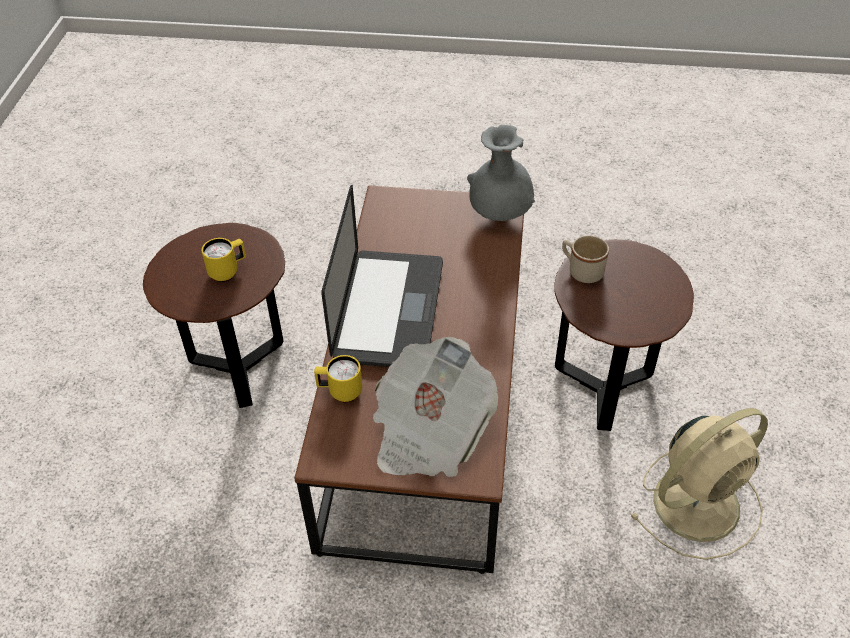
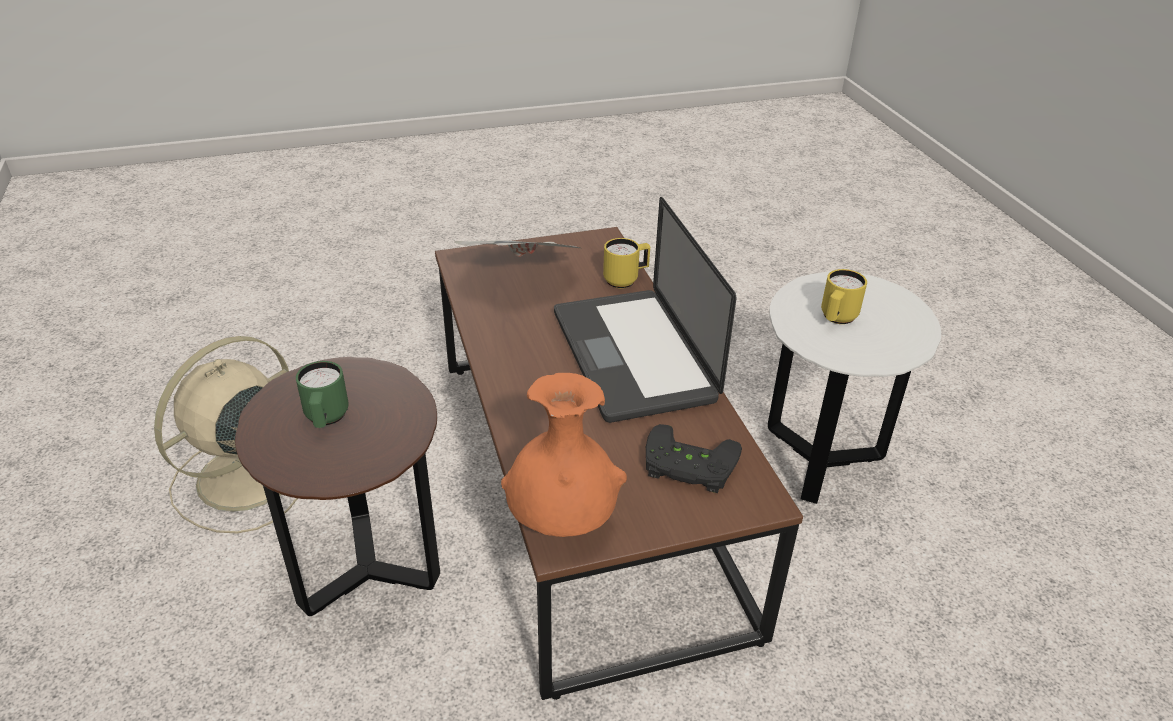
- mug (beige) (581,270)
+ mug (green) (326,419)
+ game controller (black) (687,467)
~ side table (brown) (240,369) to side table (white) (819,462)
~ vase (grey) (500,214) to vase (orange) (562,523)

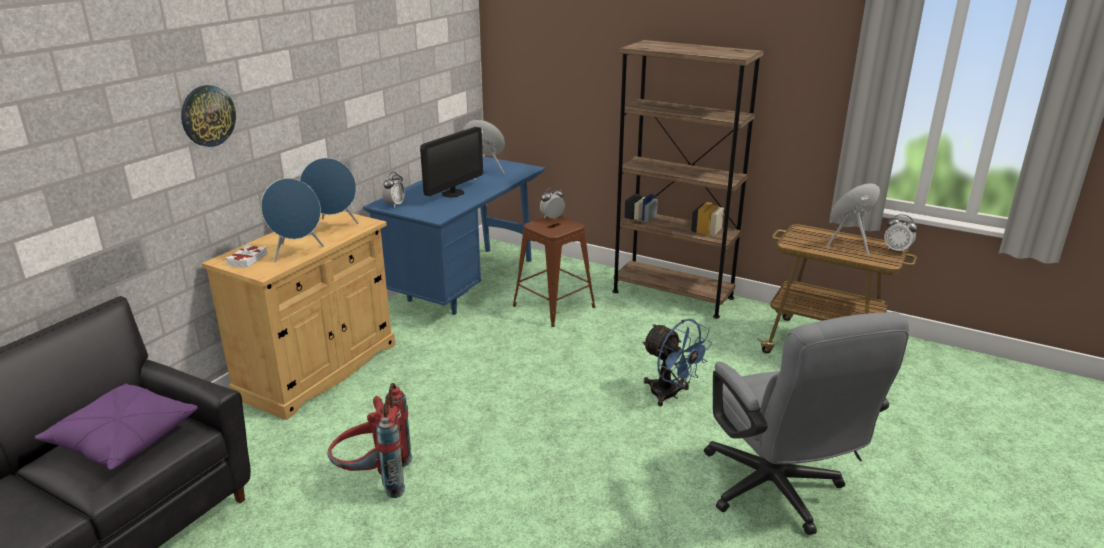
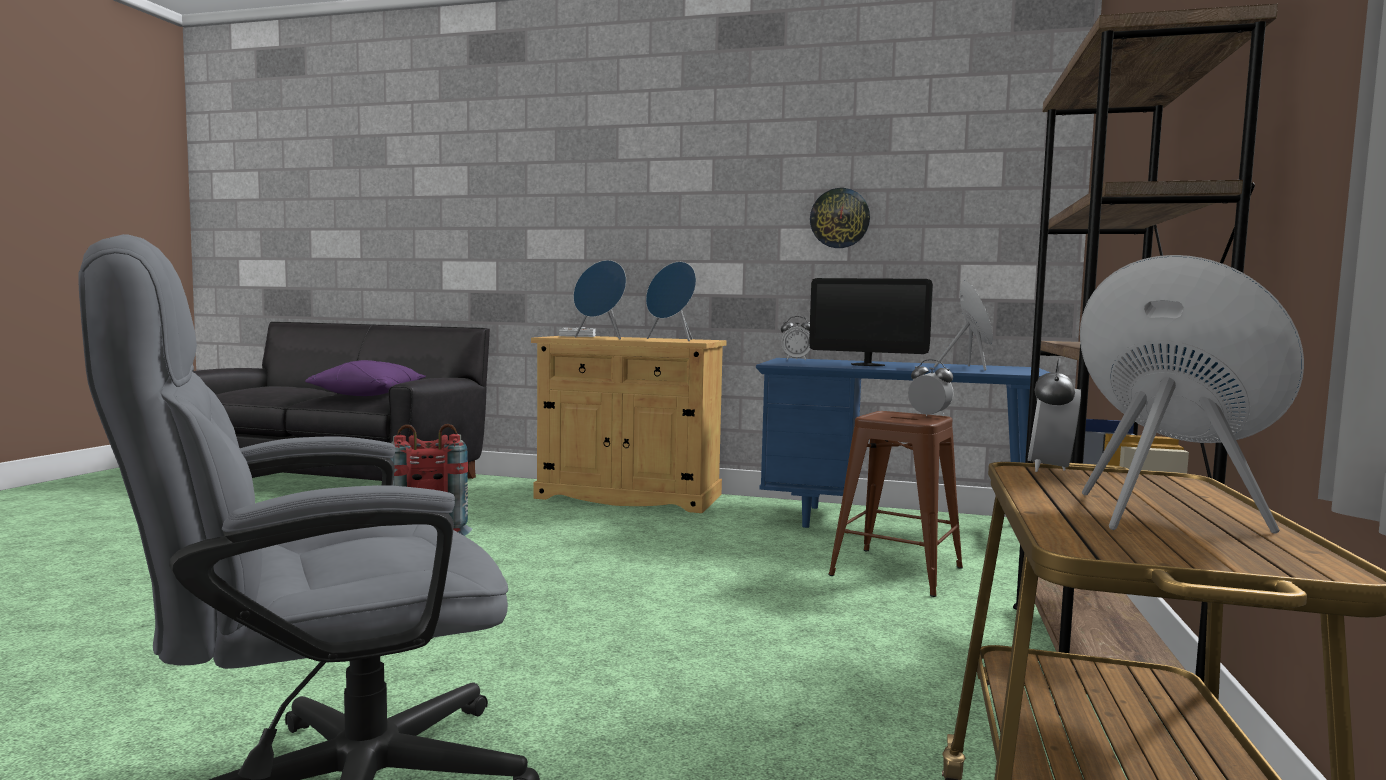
- fan (blue) (670,395)
~ wall clock (207,116) to (839,218)
~ alarm clock (897,250) to (1050,469)

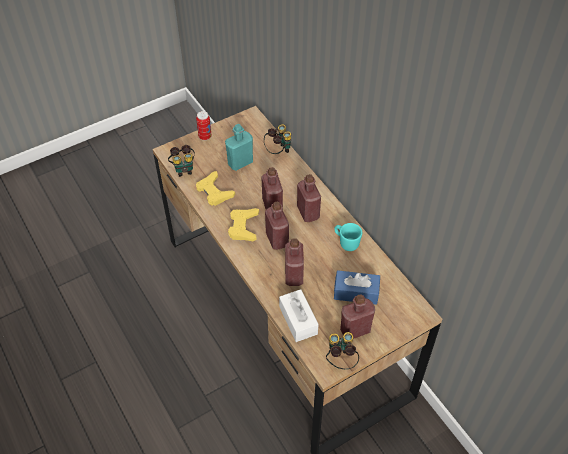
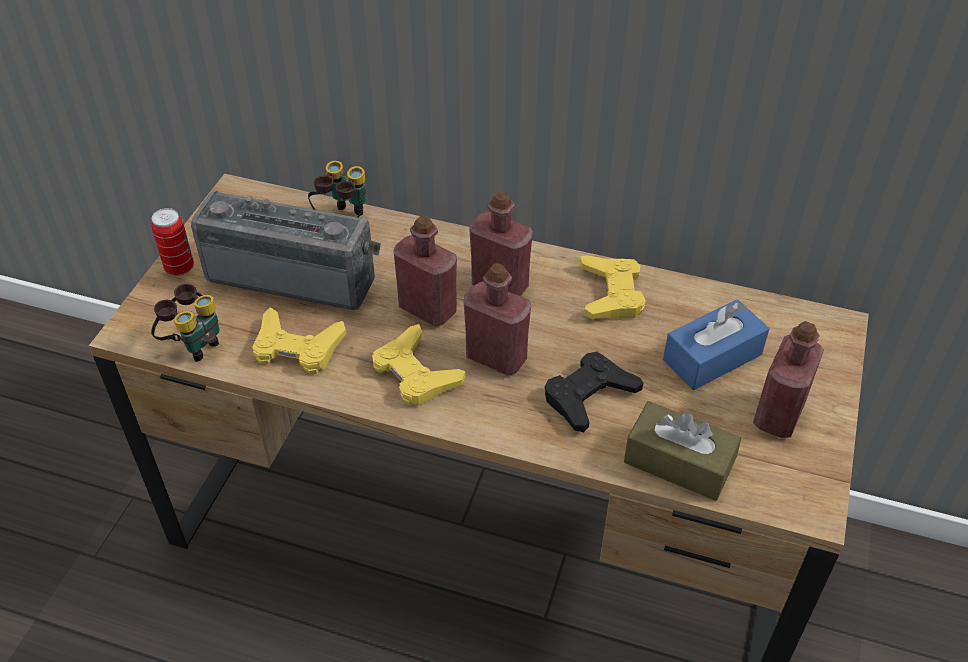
- binoculars (340,360)
~ bottle (turquoise) (240,163) to radio (294,274)
~ bottle (red) (294,275) to game controller (black) (589,396)
~ mug (turquoise) (346,243) to game controller (yellow) (611,293)
~ tissue box (white) (298,320) to tissue box (brown) (678,463)

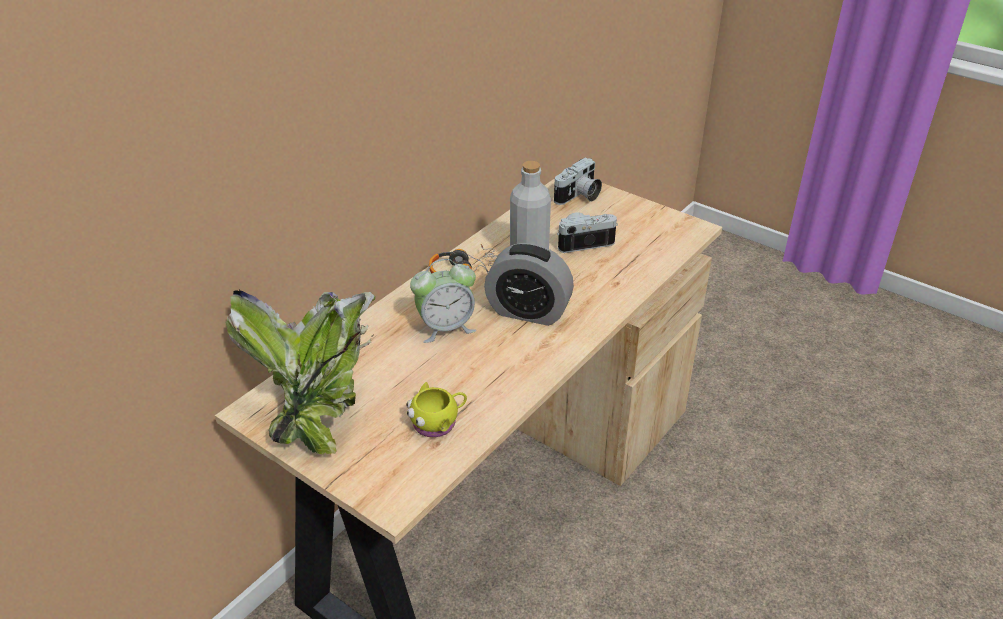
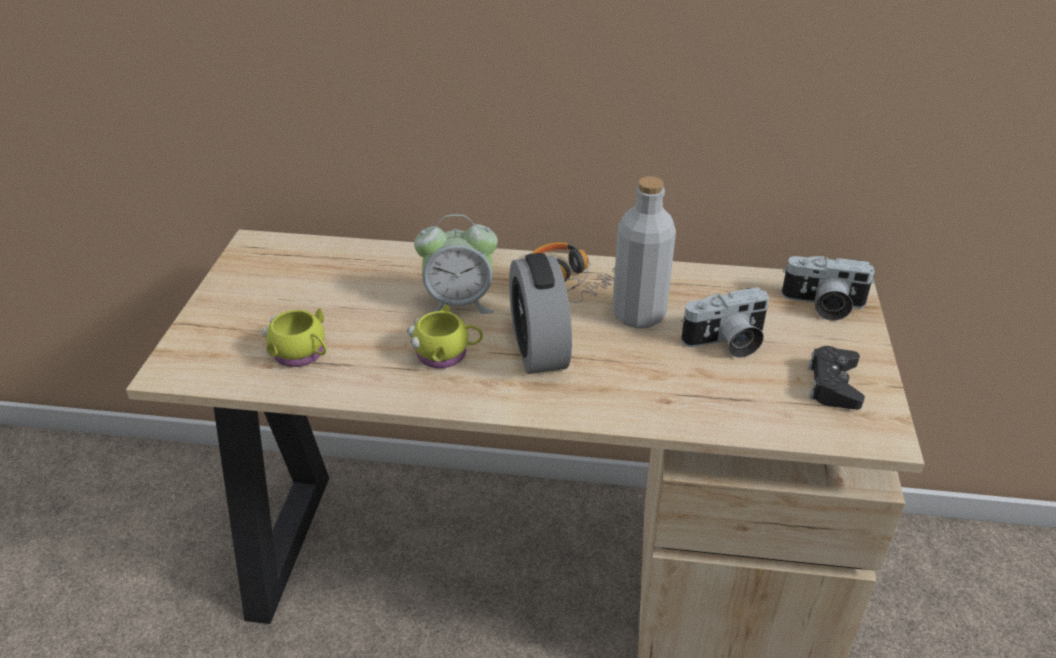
- potted plant (319,406)
+ mug (yellow) (446,354)
+ game controller (black) (833,385)
~ alarm clock (445,328) = (459,303) 45 degrees counterclockwise
~ photo camera (583,241) = (726,343) 120 degrees clockwise

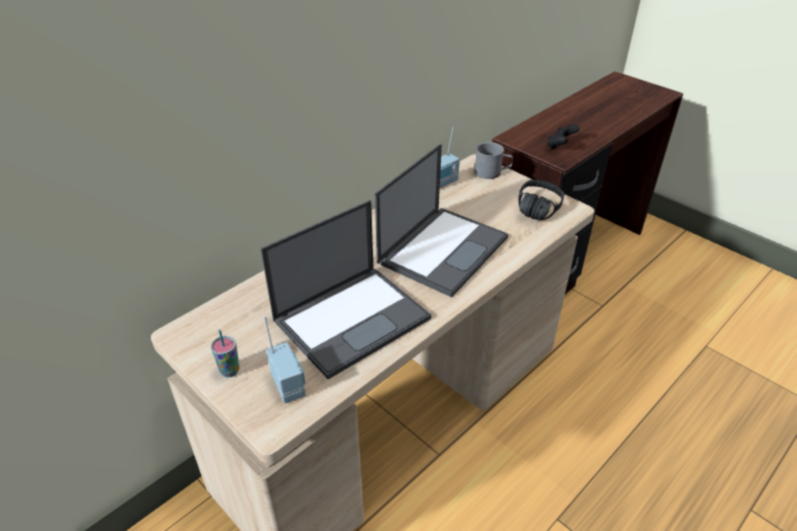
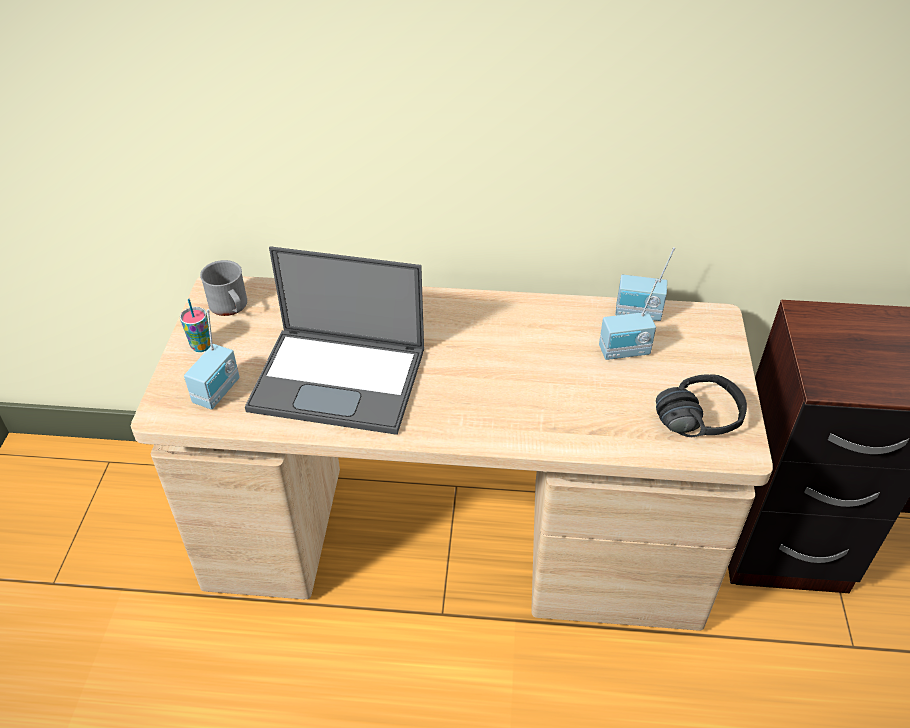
- laptop (443,249)
- game controller (black) (560,146)
+ radio (625,352)
~ mug (grey) (492,172) to (231,307)

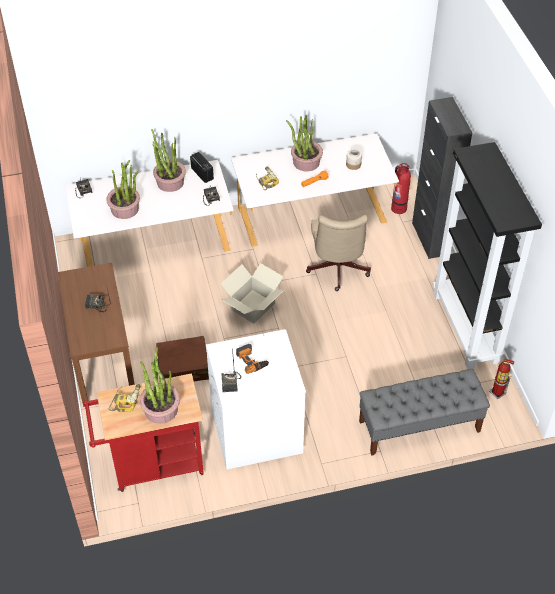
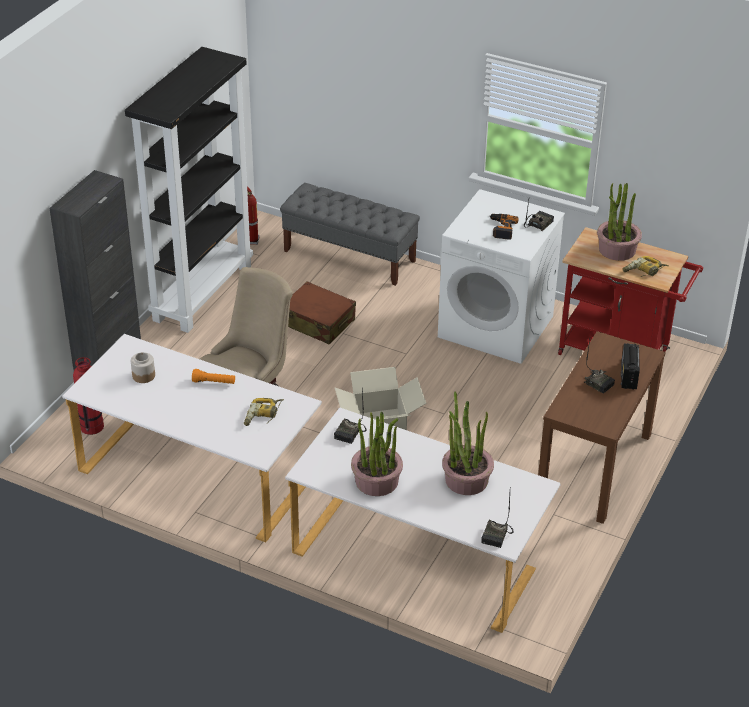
- potted plant (306,162)
~ suitcase (brown) (184,367) to (317,322)
~ radio (202,173) to (628,376)

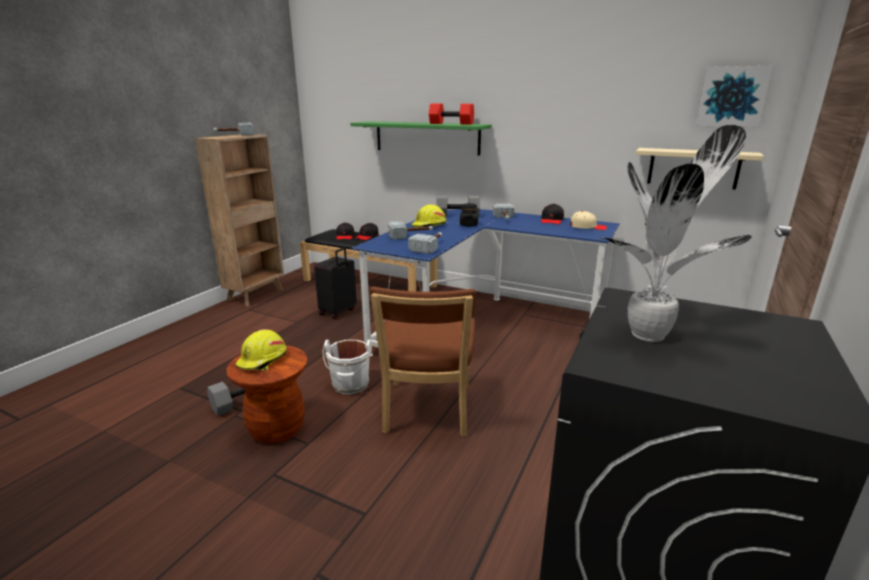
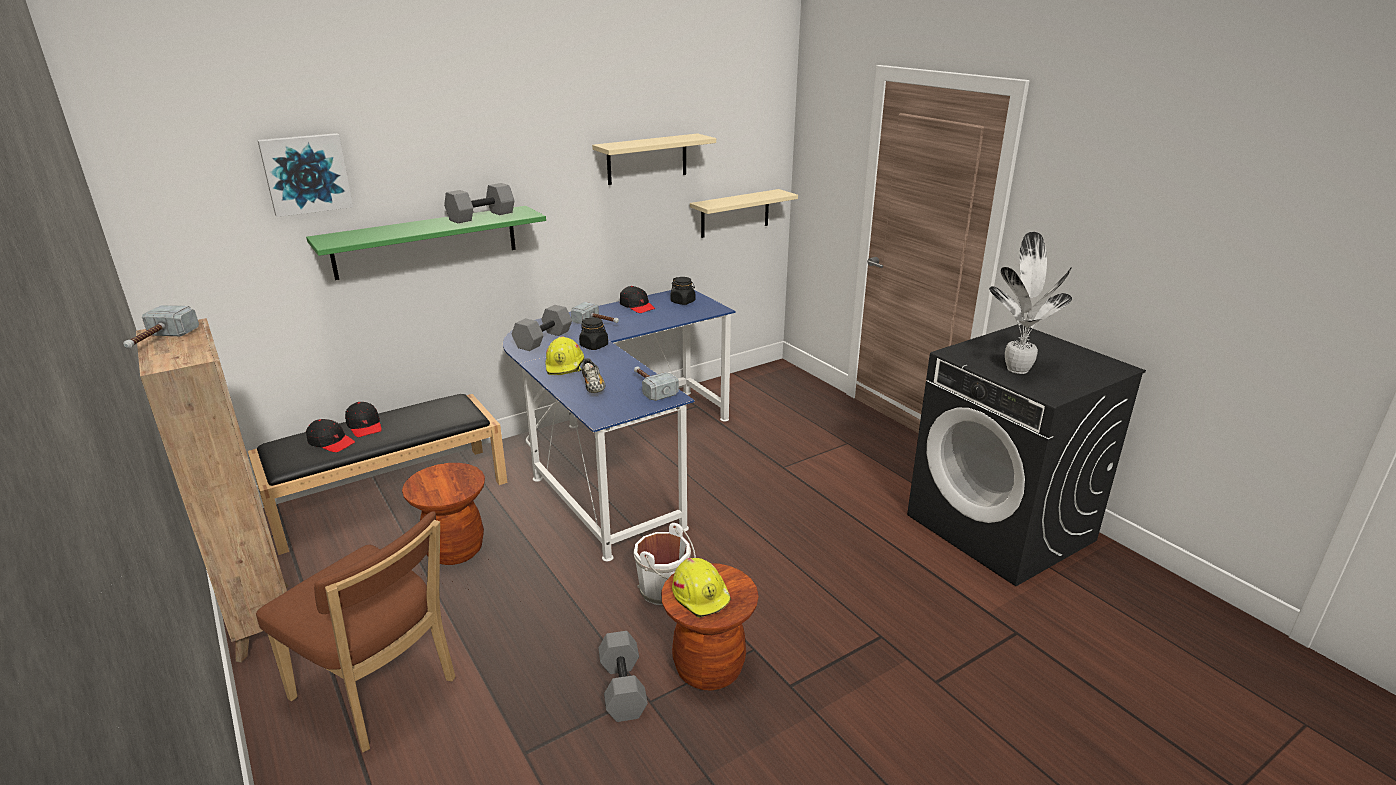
+ shelf (beige) (647,159)
~ chair (brown) (426,412) to (379,692)
~ picture (732,97) to (306,174)
~ suitcase (black) (338,312) to stool (brown) (455,550)
~ hammer (410,236) to shoe (593,386)
~ cap (beige) (587,227) to jar (black) (683,302)
~ dumbbell (red) (450,124) to dumbbell (grey) (481,217)

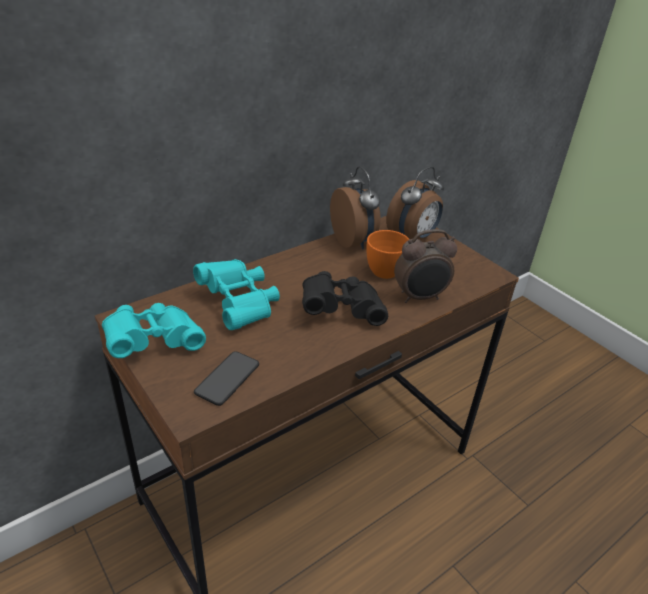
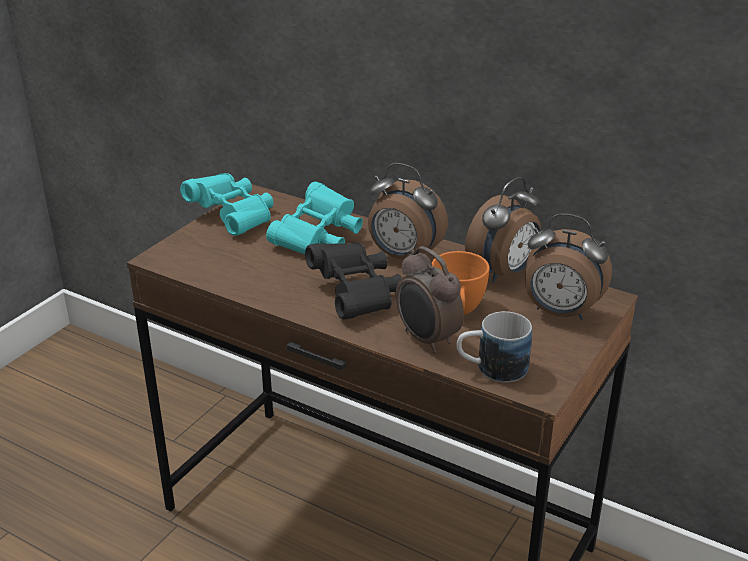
- phone (227,379)
+ alarm clock (403,256)
+ mug (491,369)

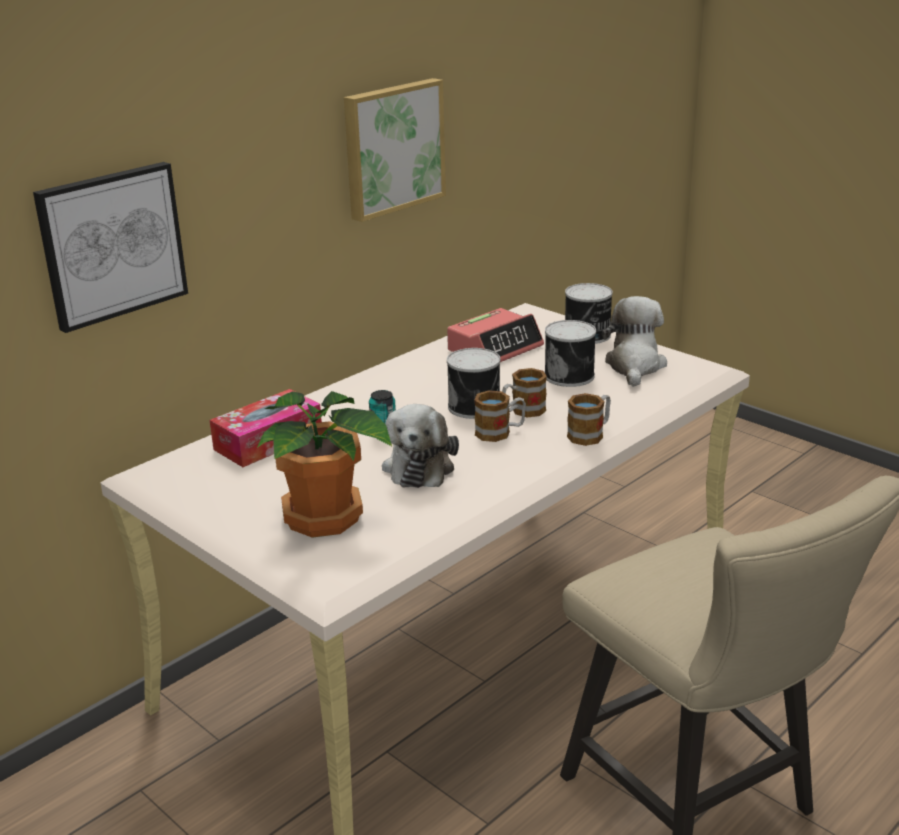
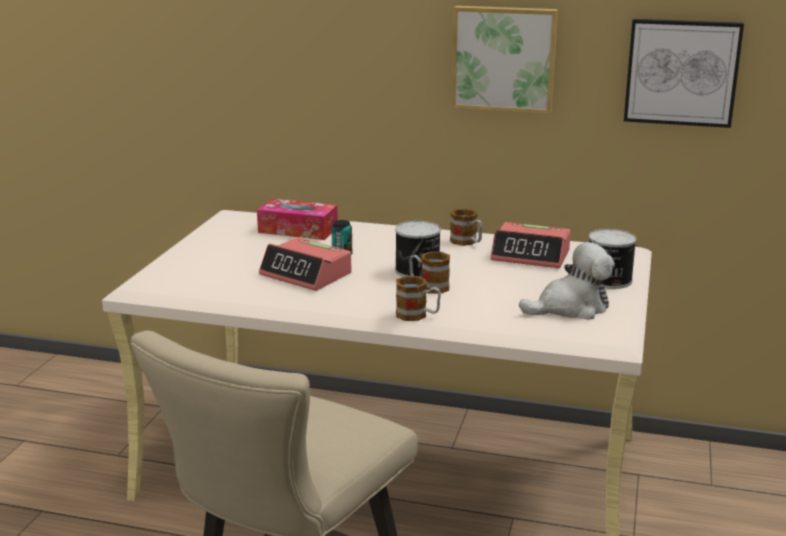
- potted plant (325,519)
- can (570,375)
~ picture (112,244) to (681,72)
~ mug (500,432) to (467,242)
~ plush toy (419,466) to alarm clock (306,275)

